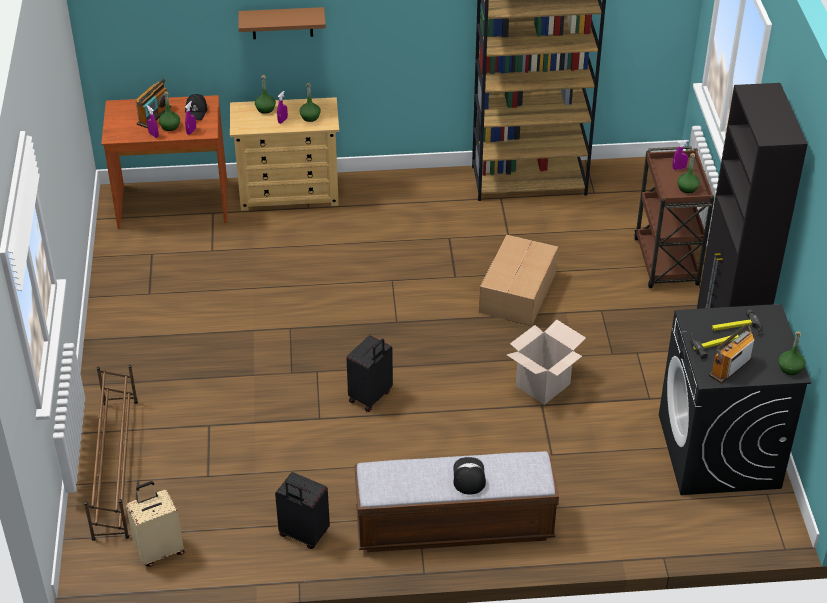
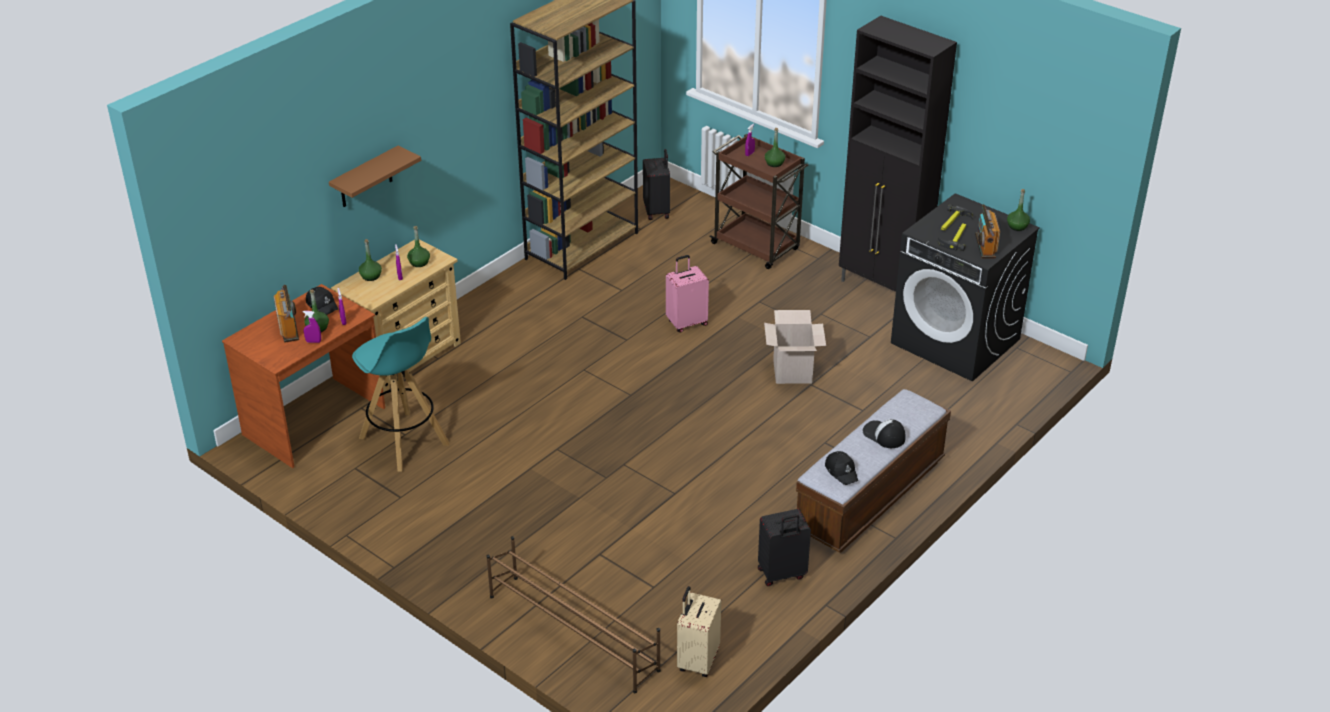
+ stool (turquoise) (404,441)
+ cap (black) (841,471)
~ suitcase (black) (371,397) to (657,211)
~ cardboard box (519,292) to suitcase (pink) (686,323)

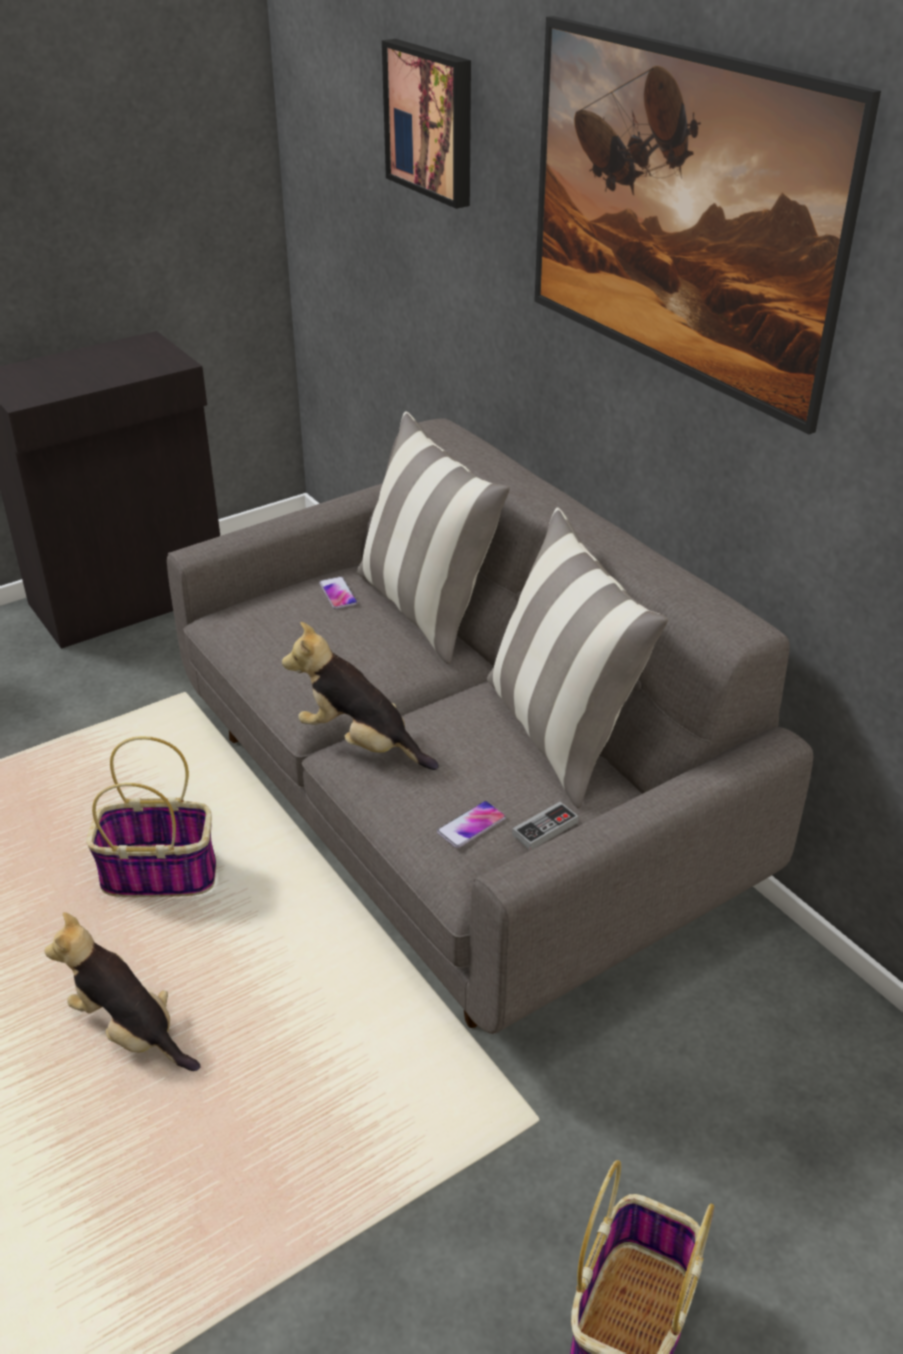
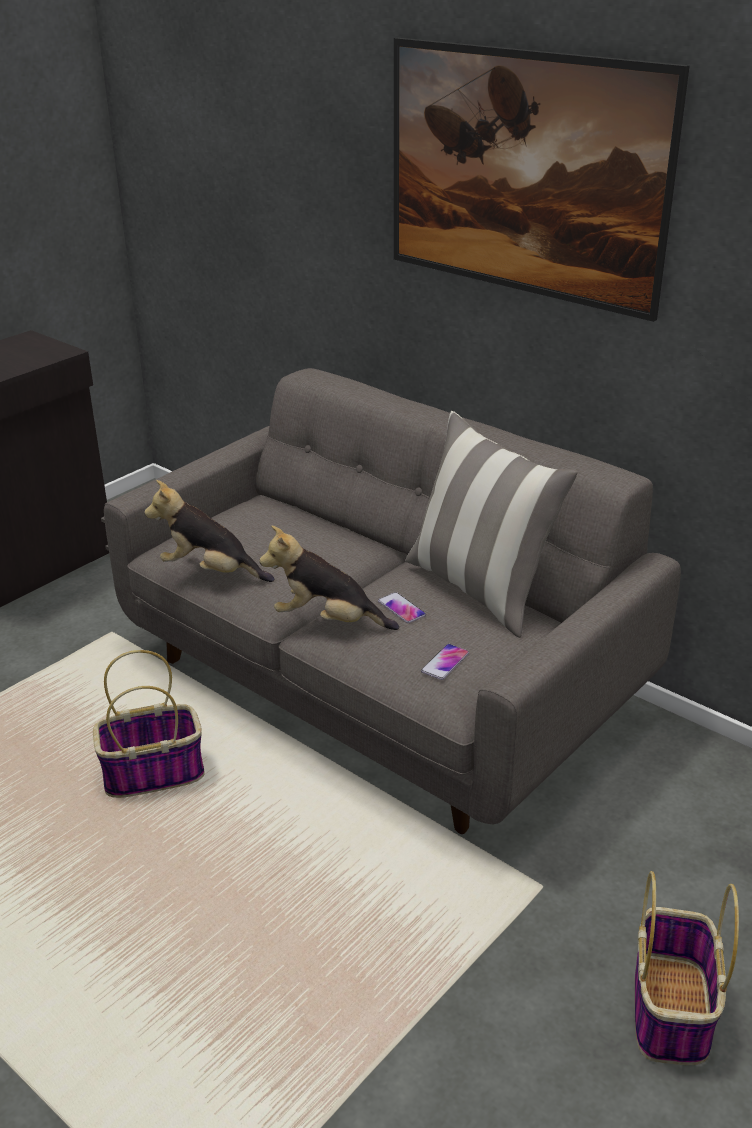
- pillow (427,609)
- picture (432,122)
- game controller (545,829)
~ plush toy (129,1030) to (210,572)
~ phone (338,593) to (401,608)

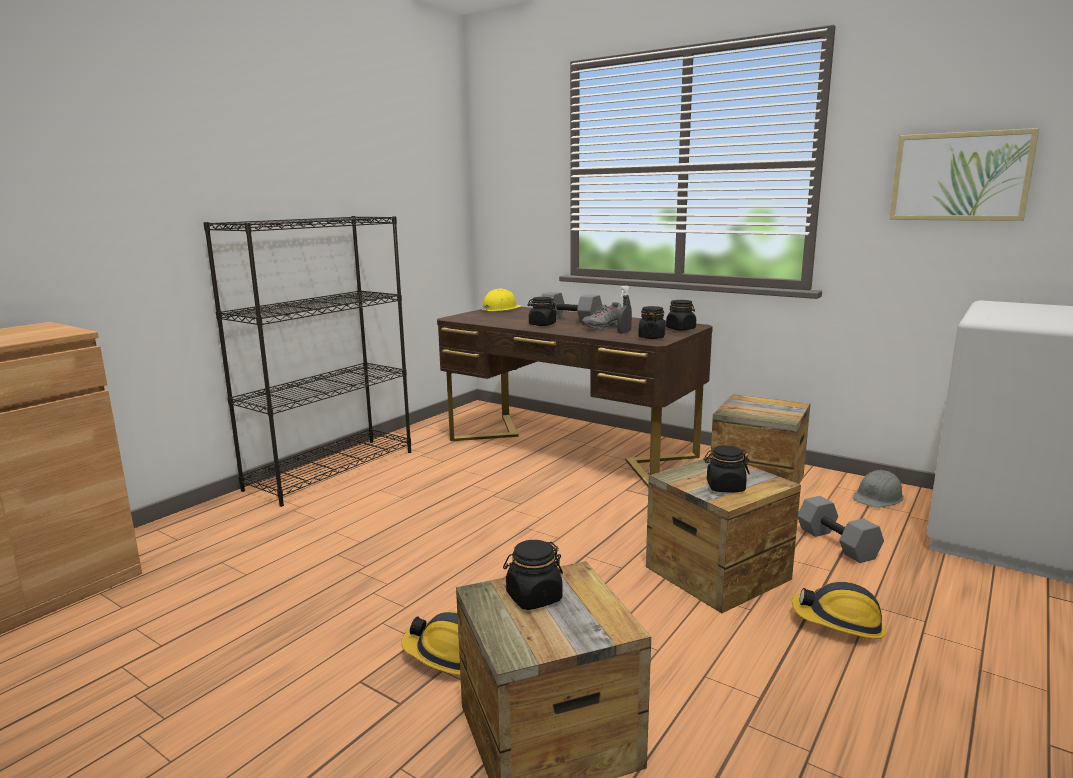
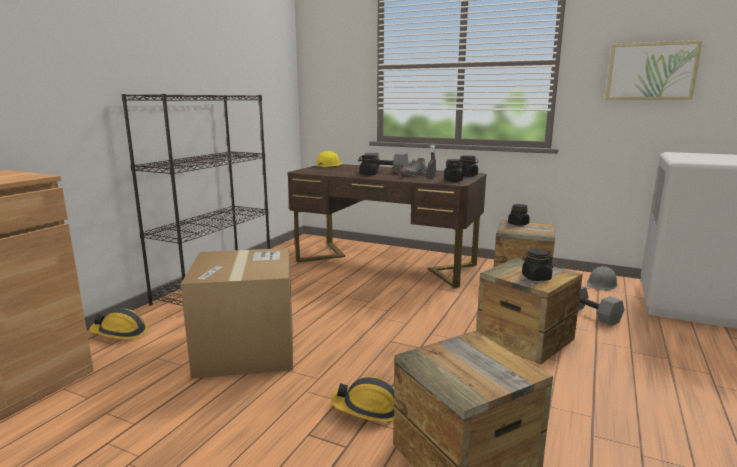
+ cardboard box (247,349)
~ jar (black) (533,598) to (518,224)
~ hard hat (838,622) to (120,333)

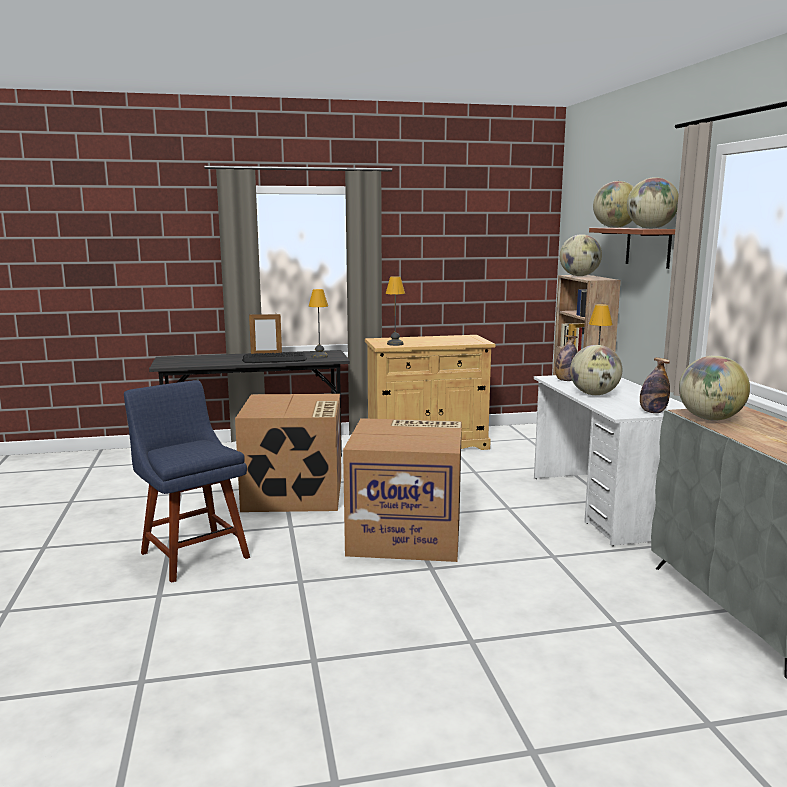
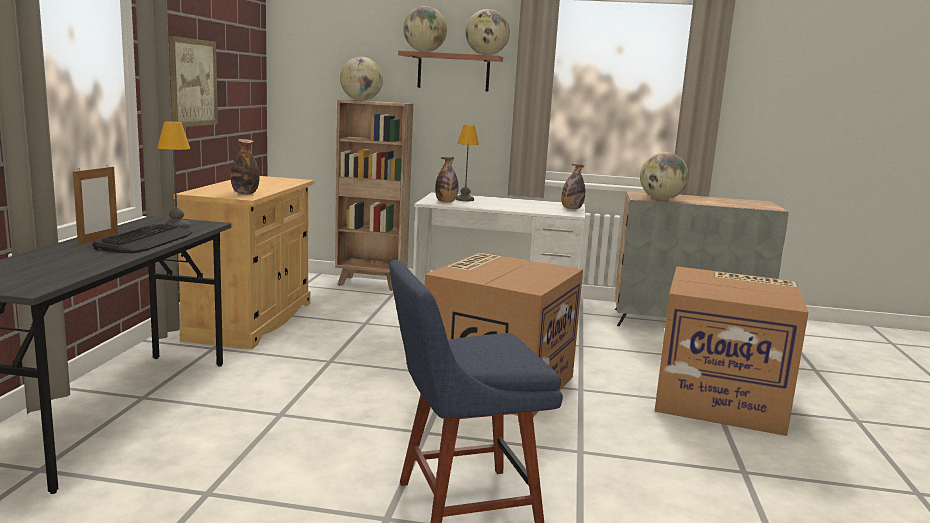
- globe (594,394)
+ picture (193,82)
~ cardboard box (295,494) to (721,399)
~ table lamp (395,344) to bottle (245,193)

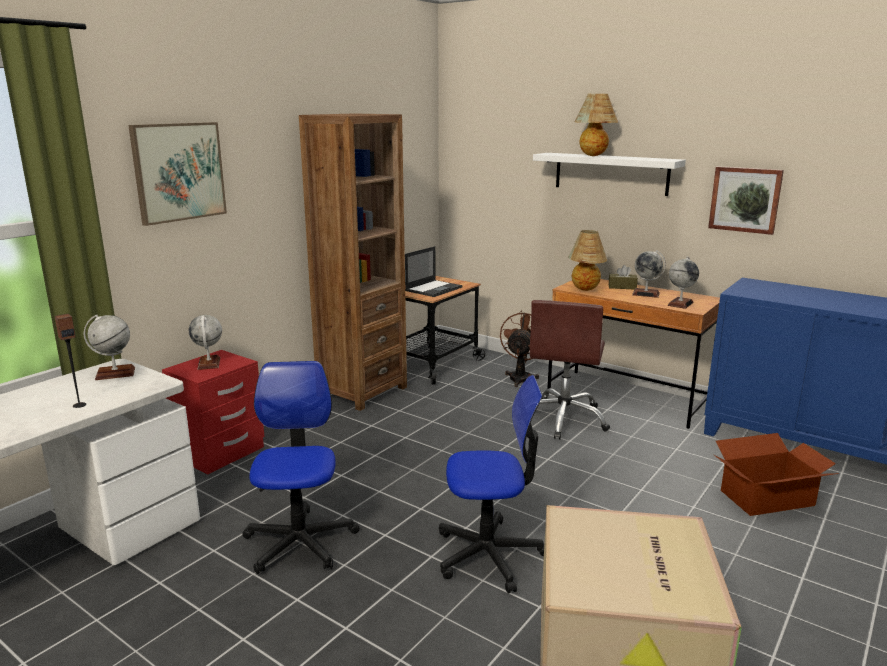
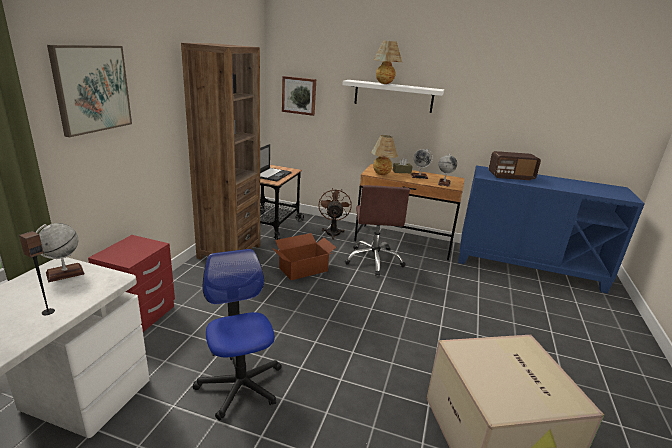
- globe (209,363)
- office chair (489,554)
+ radio (510,176)
~ picture (745,199) to (299,95)
~ cardboard box (768,498) to (304,269)

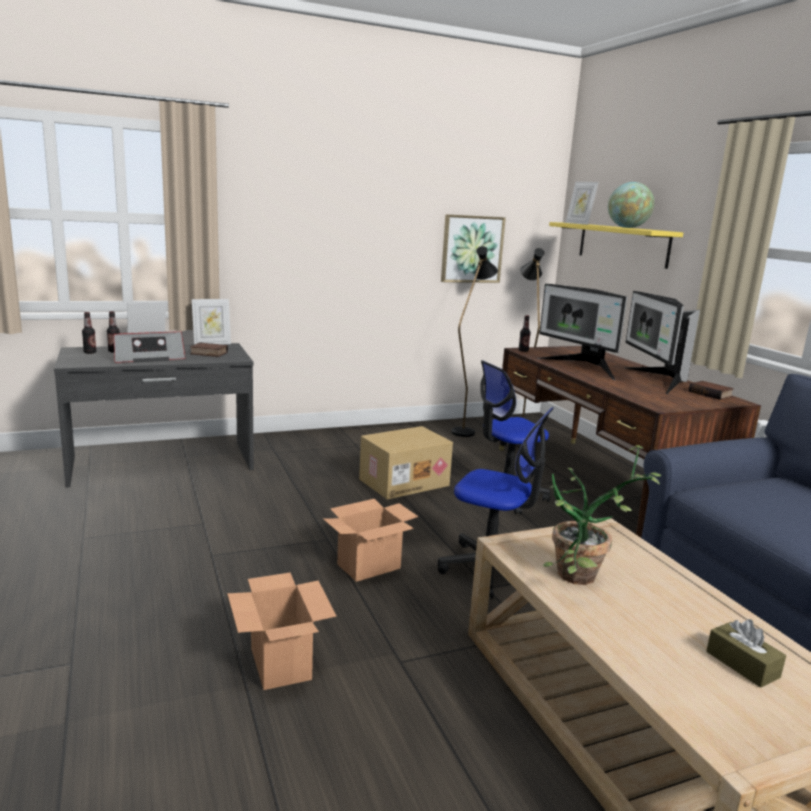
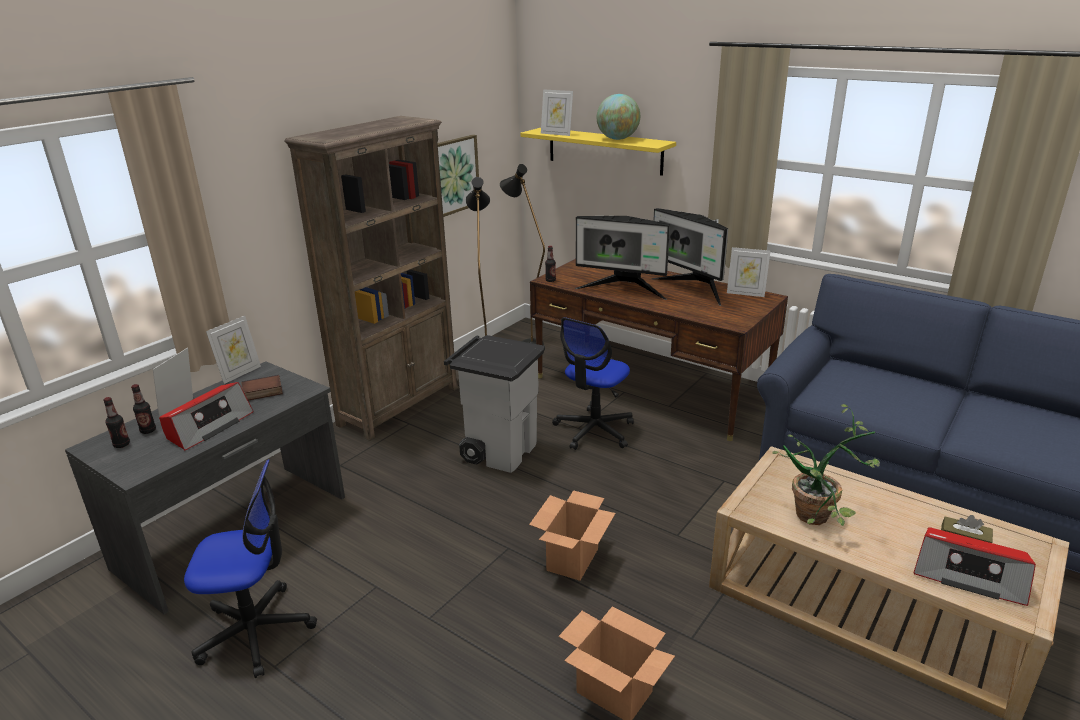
+ bookcase (brown) (400,405)
+ radio (969,575)
~ office chair (491,569) to (256,631)
~ cardboard box (404,482) to trash can (grey) (500,451)
~ book (711,394) to picture frame (745,293)

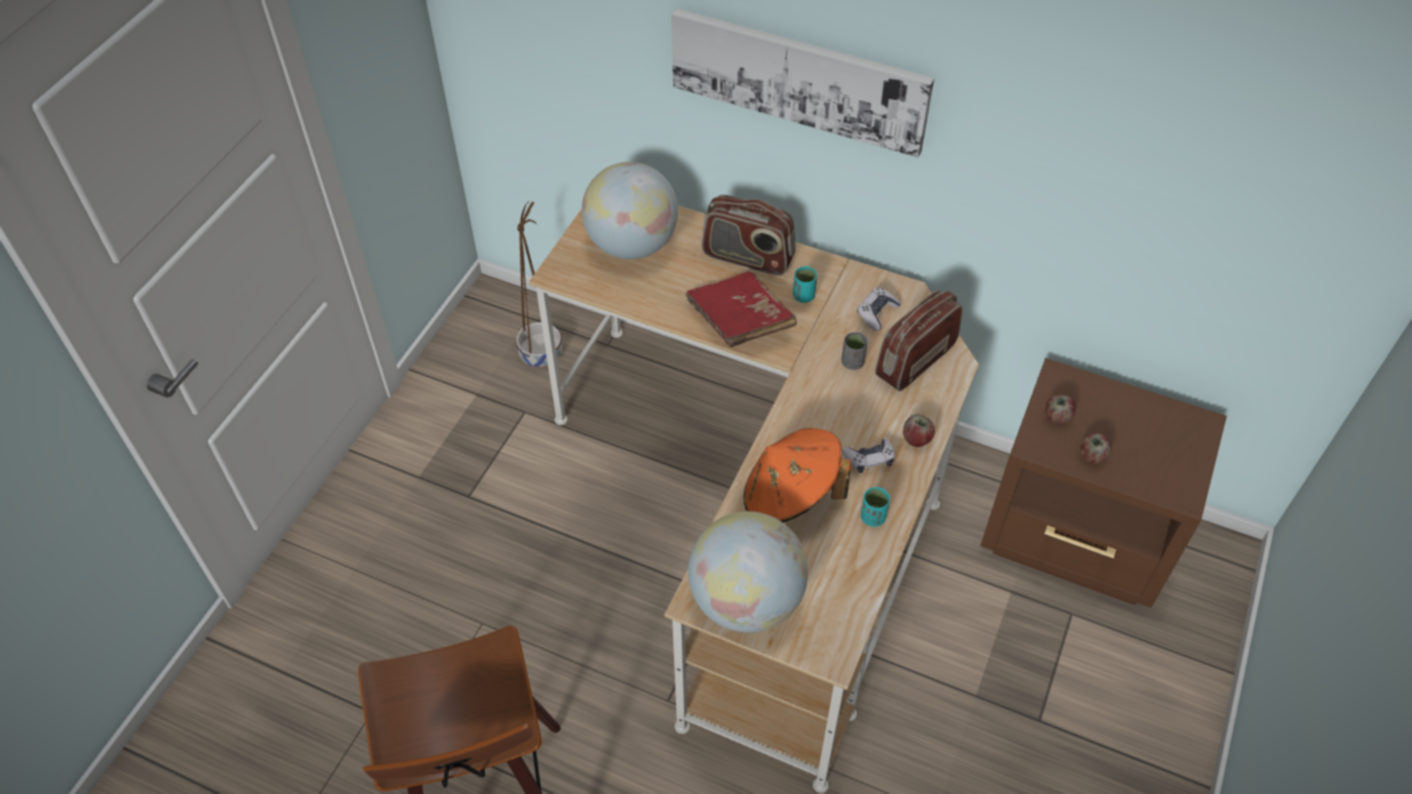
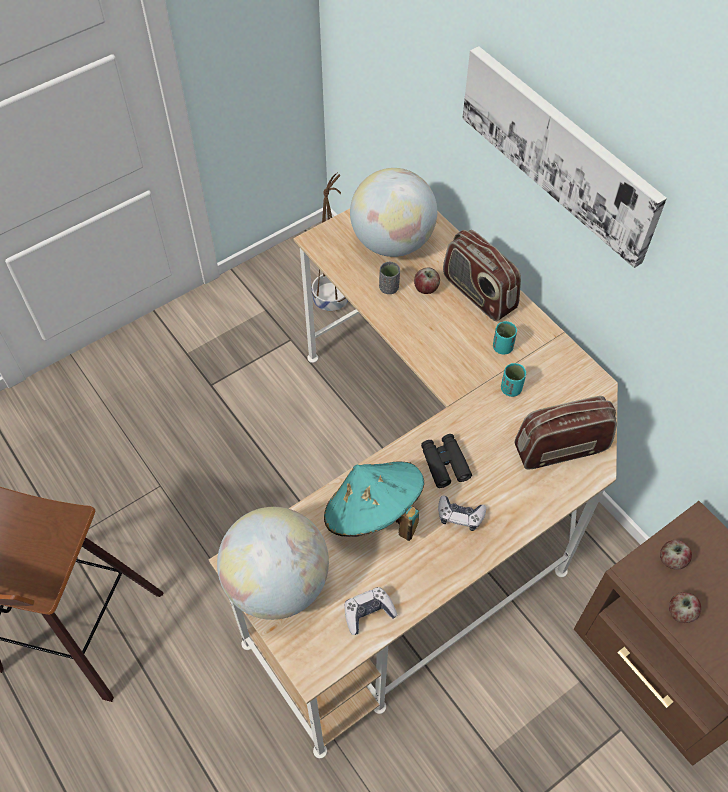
- book (red) (739,321)
+ binoculars (black) (445,463)
~ cup (grey) (852,362) to (389,288)
~ game controller (876,313) to (368,613)
~ cup (turquoise) (873,517) to (511,389)
~ apple (916,439) to (426,288)
~ hat (orange) (791,496) to hat (turquoise) (373,514)

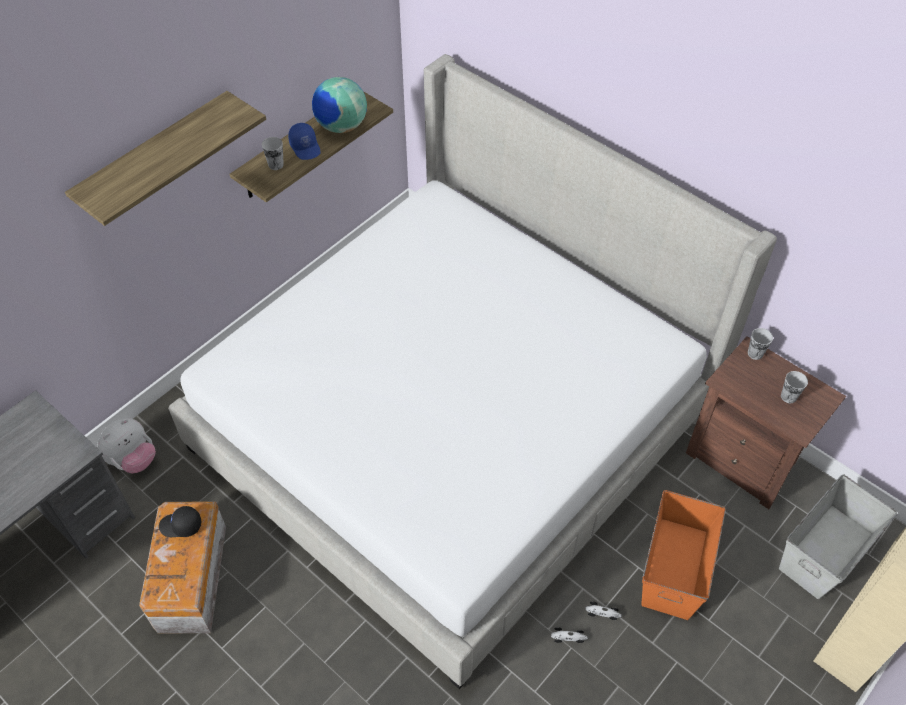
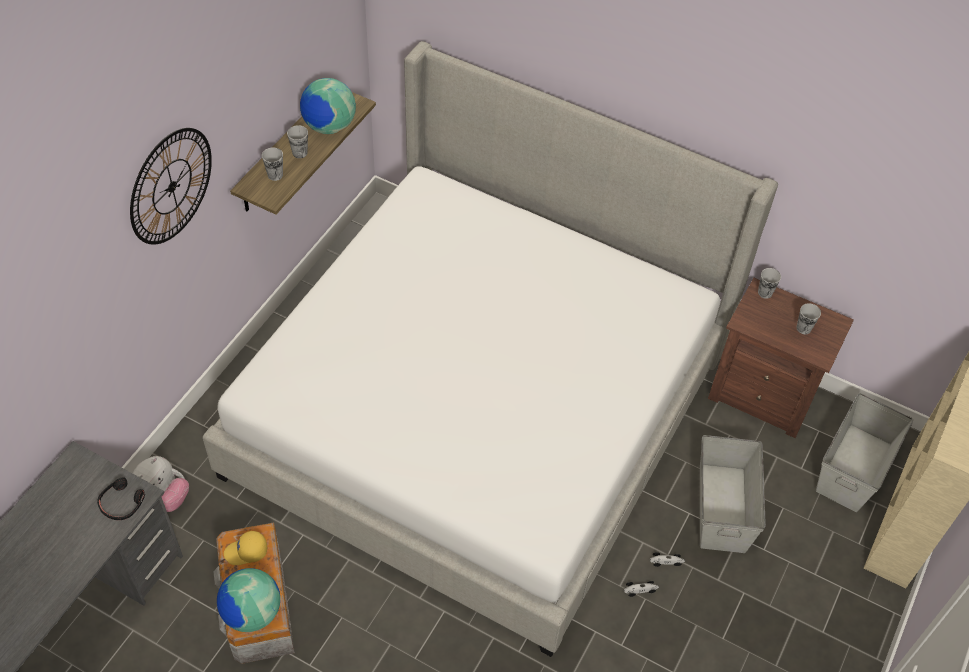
+ headphones (black) (122,503)
+ globe (251,613)
~ shelf (155,157) to wall clock (171,186)
~ cap (blue) (305,147) to cup (300,153)
~ cap (black) (181,526) to cap (yellow) (246,552)
~ storage box (orange) (675,567) to storage box (grey) (723,507)

